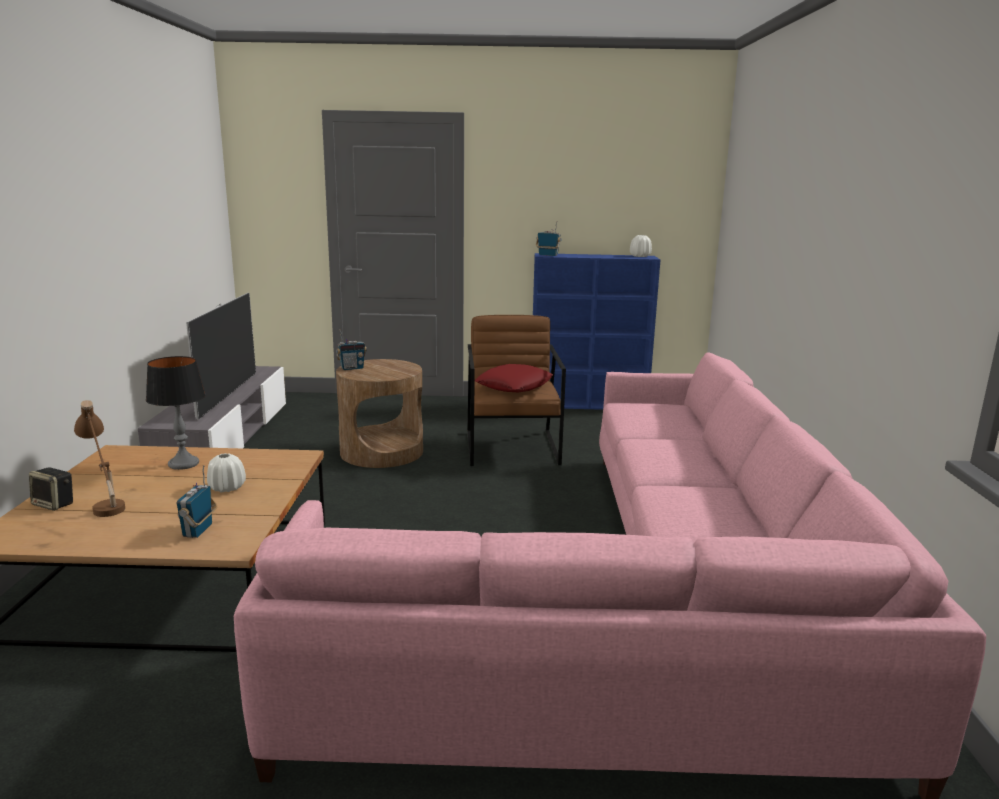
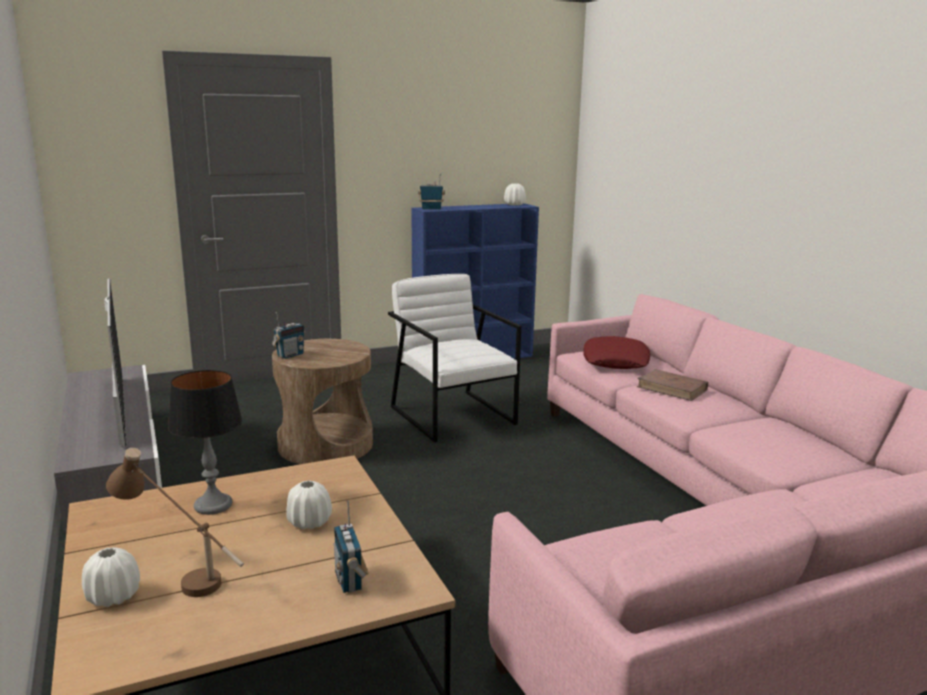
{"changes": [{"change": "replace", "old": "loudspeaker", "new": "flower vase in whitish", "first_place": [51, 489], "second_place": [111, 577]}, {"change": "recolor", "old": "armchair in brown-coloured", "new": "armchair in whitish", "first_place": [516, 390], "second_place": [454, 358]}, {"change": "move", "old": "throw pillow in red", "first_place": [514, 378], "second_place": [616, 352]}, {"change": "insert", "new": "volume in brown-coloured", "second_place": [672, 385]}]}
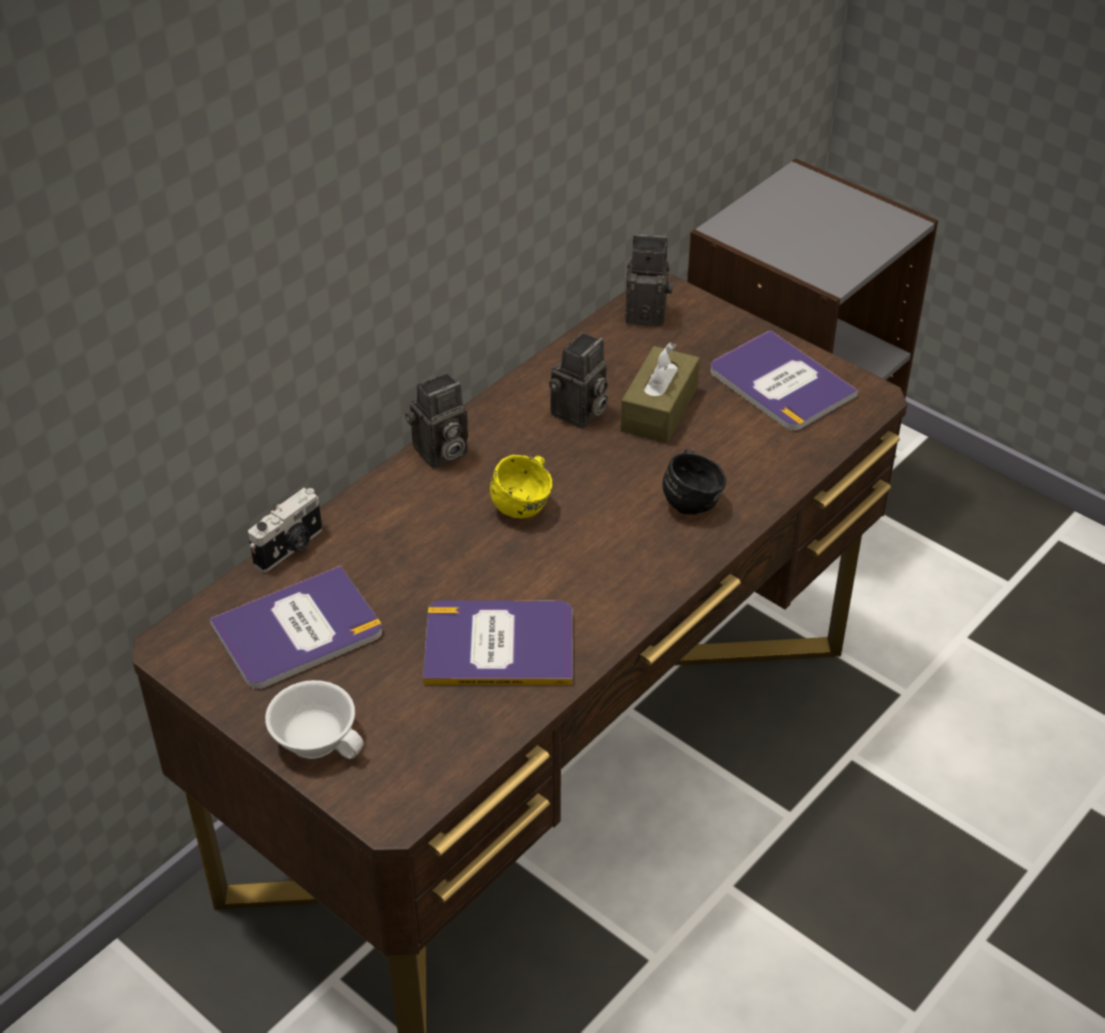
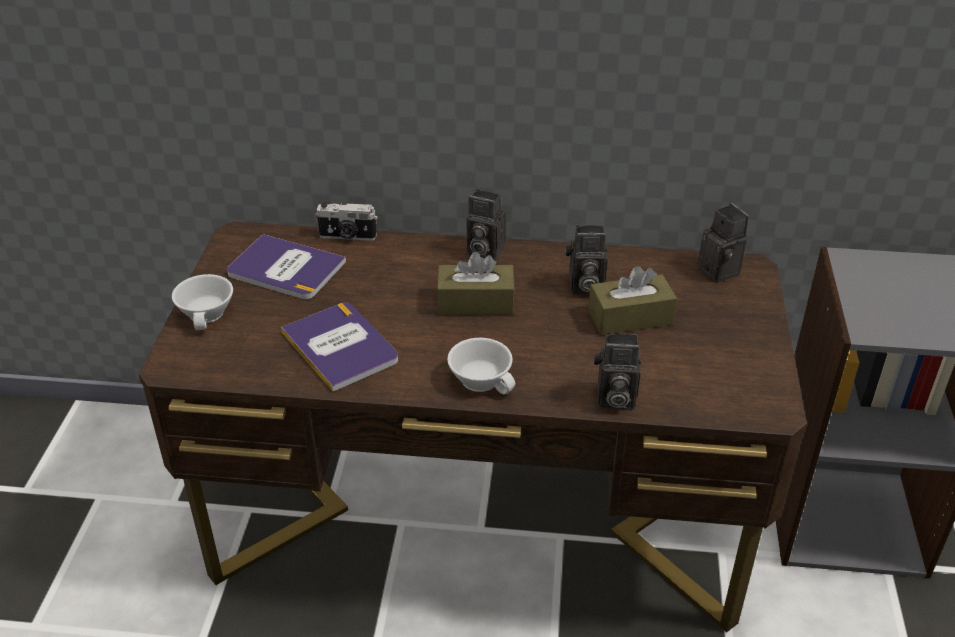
{"changes": [{"change": "replace", "old": "coffee mug in yellow-coloured", "new": "tissue holder in brown-coloured", "first_place": [521, 486], "second_place": [475, 283]}, {"change": "delete", "old": "coffee mug in blackish", "first_place": [694, 482]}, {"change": "delete", "old": "volume", "first_place": [784, 380]}, {"change": "insert", "new": "cup in whitish", "second_place": [481, 366]}, {"change": "insert", "new": "still camera", "second_place": [617, 371]}]}
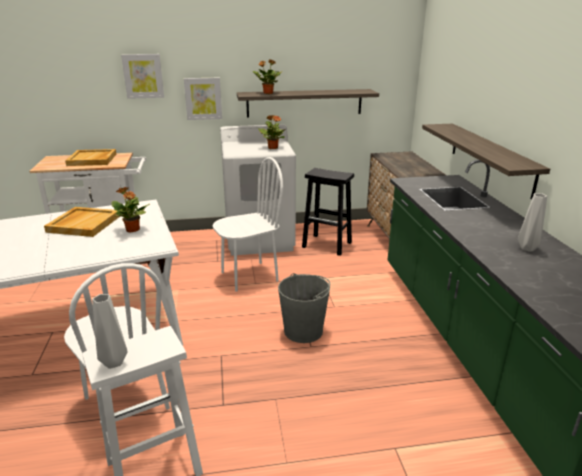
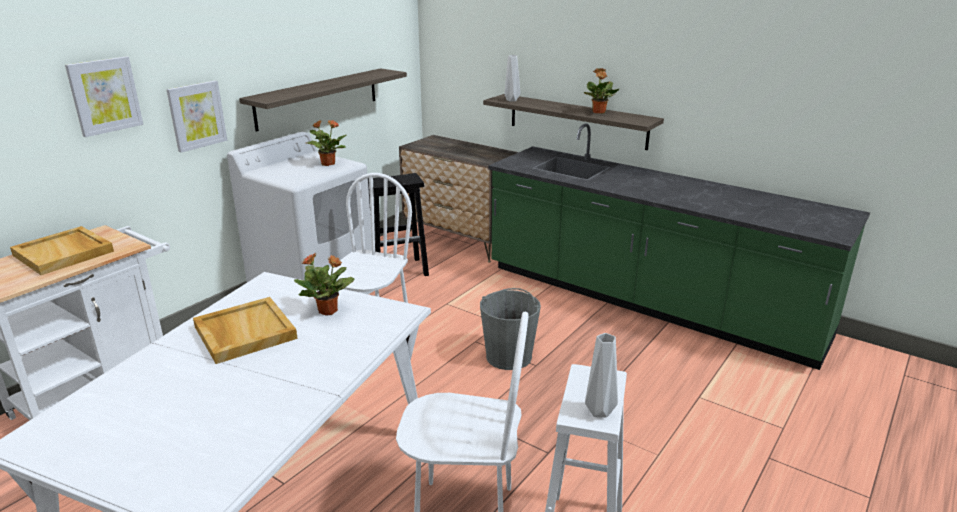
{"changes": [{"change": "move", "old": "plant in a pot", "first_place": [268, 76], "second_place": [601, 91]}, {"change": "move", "old": "flower vase in gray", "first_place": [532, 222], "second_place": [512, 78]}]}
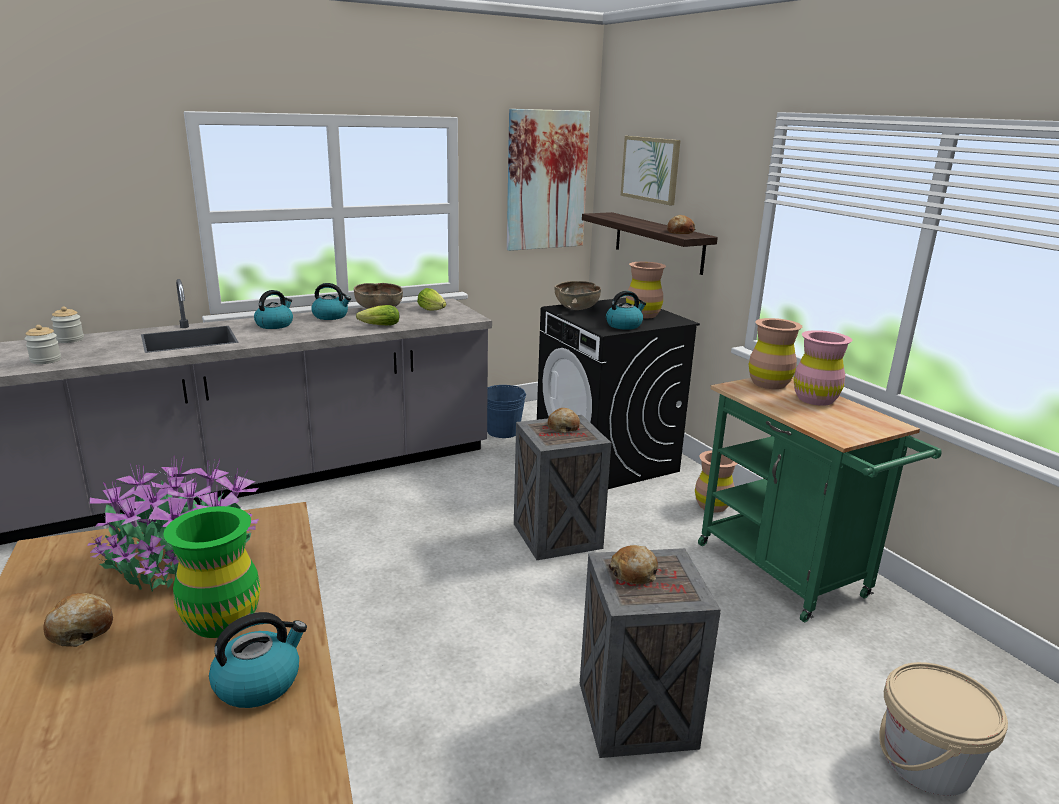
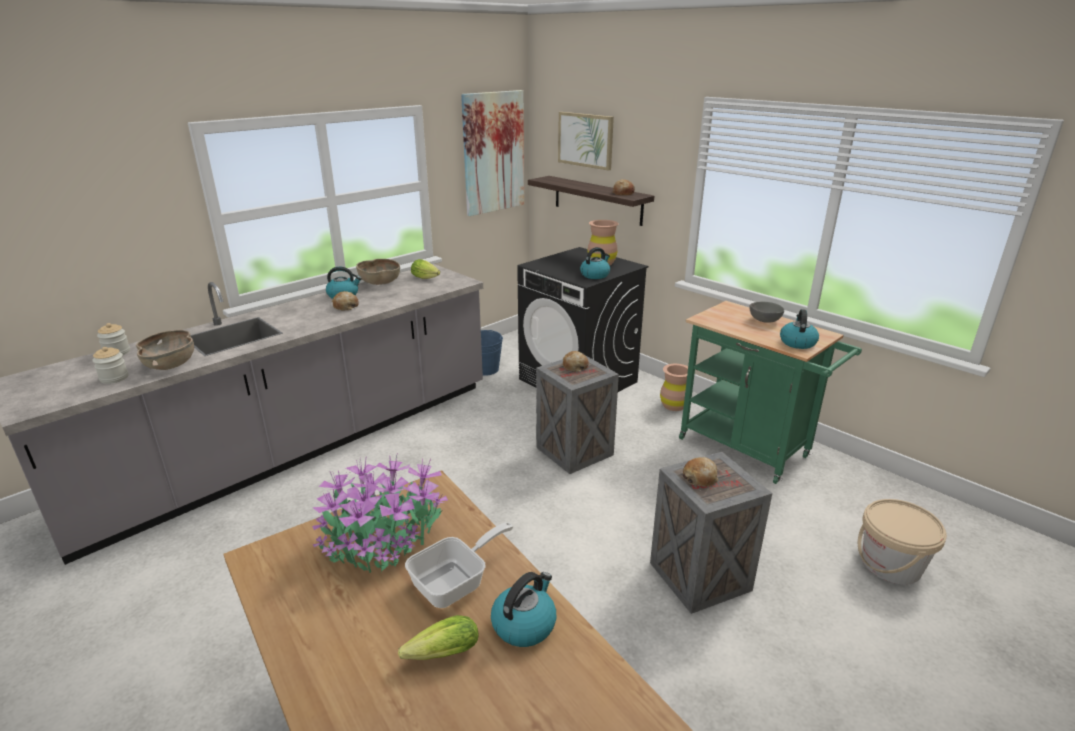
{"changes": [{"change": "move", "old": "bread", "first_place": [78, 620], "second_place": [345, 300]}, {"change": "replace", "old": "flower vase in green-coloured", "new": "frying pan", "first_place": [211, 572], "second_place": [459, 565]}, {"change": "move", "old": "kettle", "first_place": [273, 309], "second_place": [799, 329]}, {"change": "move", "old": "lettuce", "first_place": [377, 315], "second_place": [438, 637]}, {"change": "move", "old": "serving bowl in brown-coloured", "first_place": [577, 295], "second_place": [165, 350]}, {"change": "delete", "old": "flower vase in brown-coloured", "first_place": [776, 353]}, {"change": "replace", "old": "flower vase in pinkish", "new": "serving bowl in gray", "first_place": [823, 368], "second_place": [767, 312]}]}
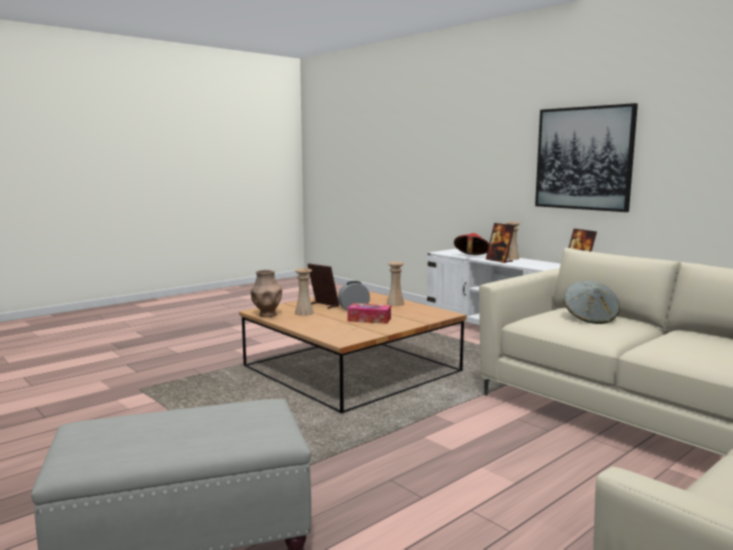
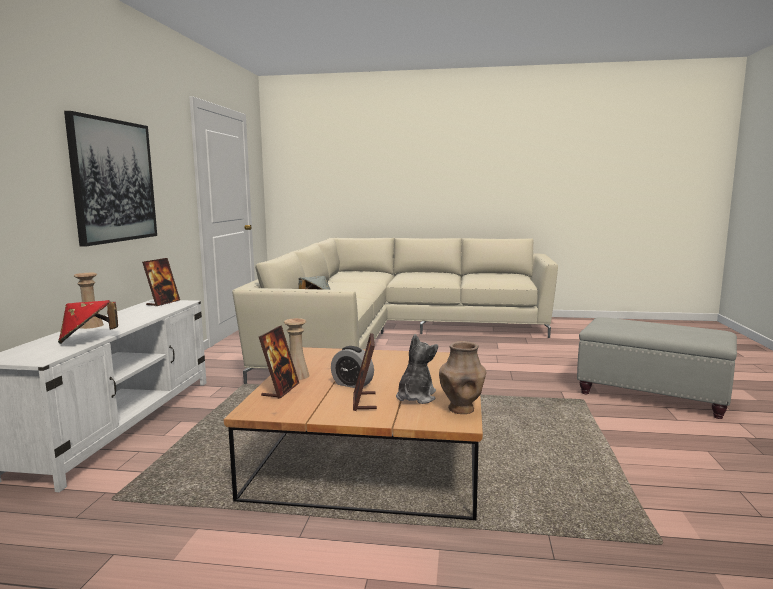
{"changes": [{"change": "replace", "old": "flower vase in beige-coloured", "new": "soft toy", "first_place": [304, 292], "second_place": [417, 369]}, {"change": "delete", "old": "tissue holder", "first_place": [369, 313]}, {"change": "move", "old": "picture frame", "first_place": [500, 243], "second_place": [279, 362]}]}
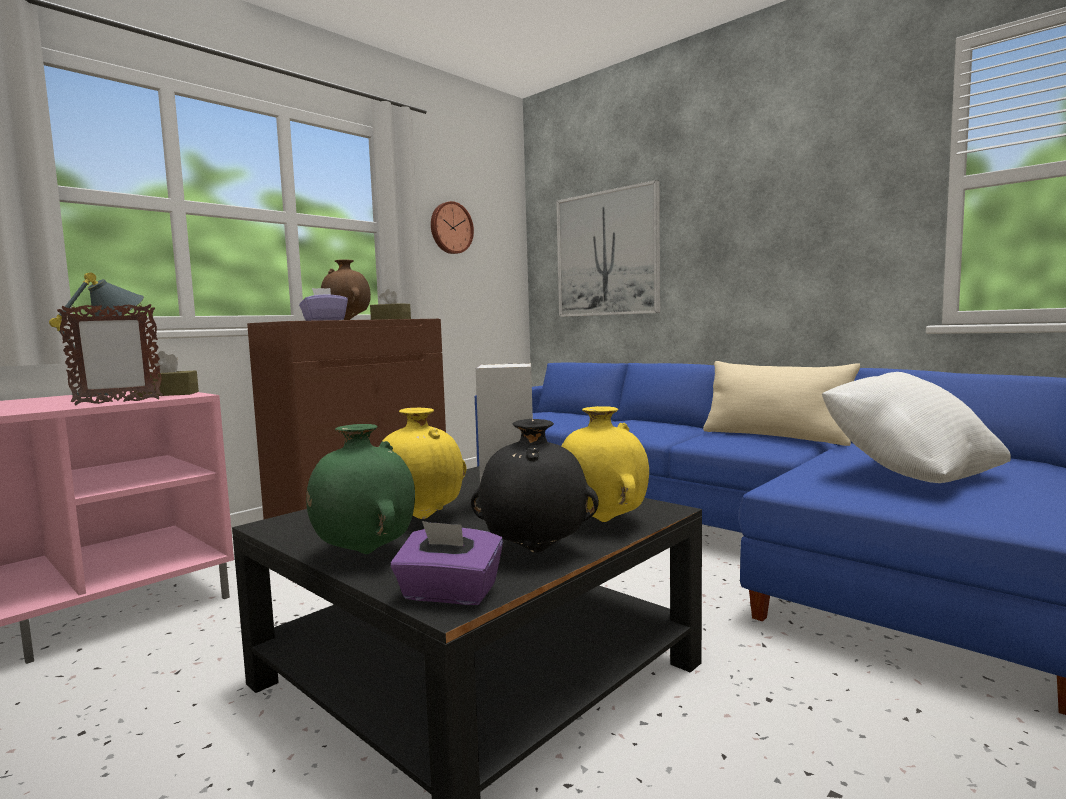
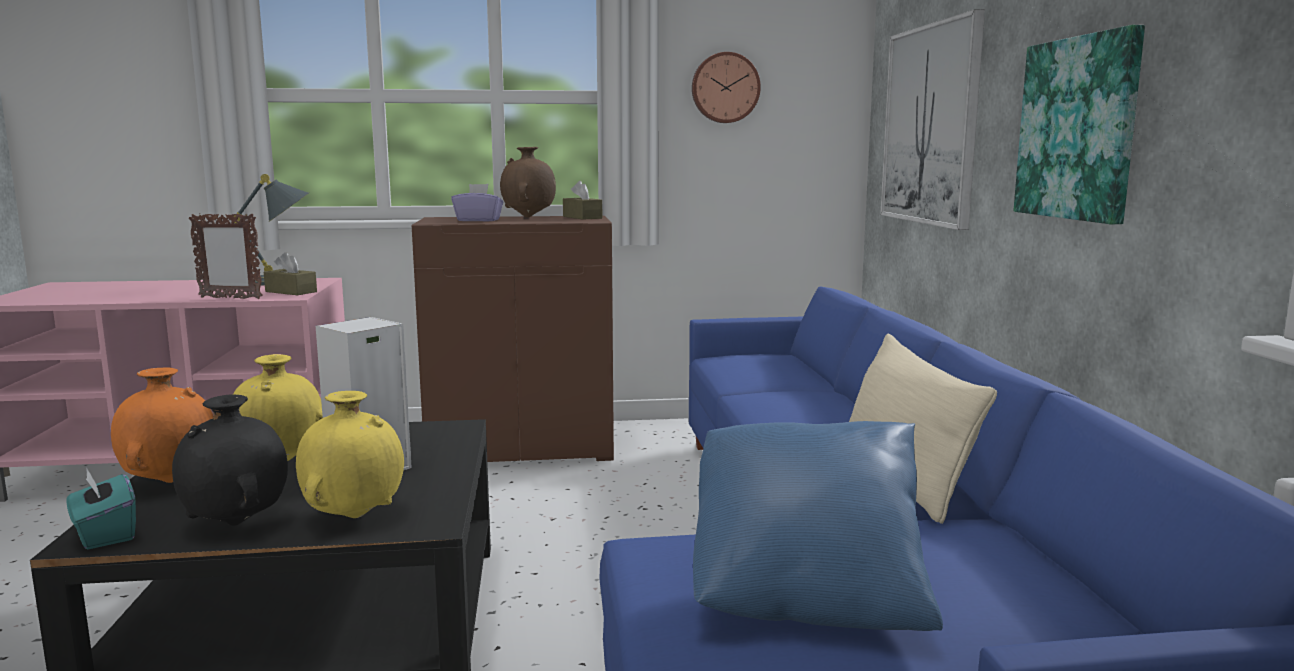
{"changes": [{"change": "recolor", "old": "flower vase in green-coloured", "new": "flower vase in orange", "first_place": [360, 489], "second_place": [162, 425]}, {"change": "recolor", "old": "tissue holder in purplish", "new": "tissue holder in turquoise", "first_place": [447, 563], "second_place": [101, 508]}, {"change": "recolor", "old": "throw pillow in whitish", "new": "throw pillow in blue", "first_place": [916, 427], "second_place": [818, 526]}, {"change": "insert", "new": "picture", "second_place": [1079, 124]}]}
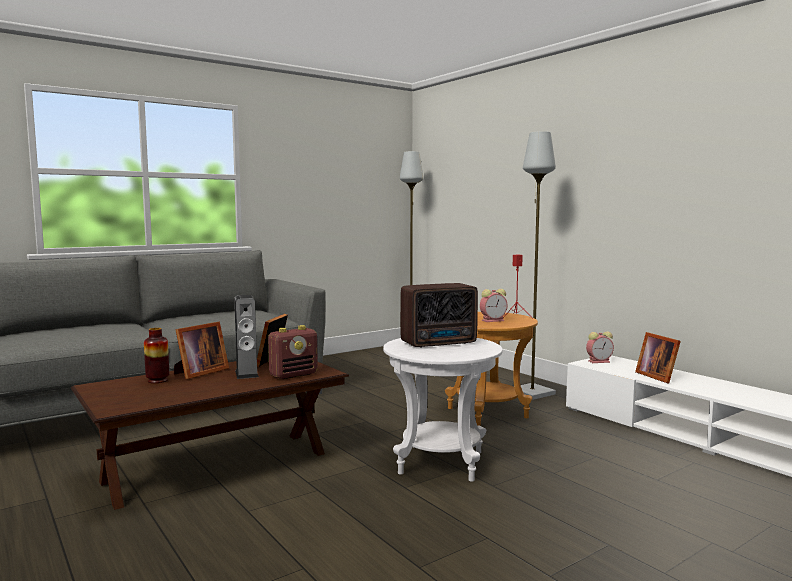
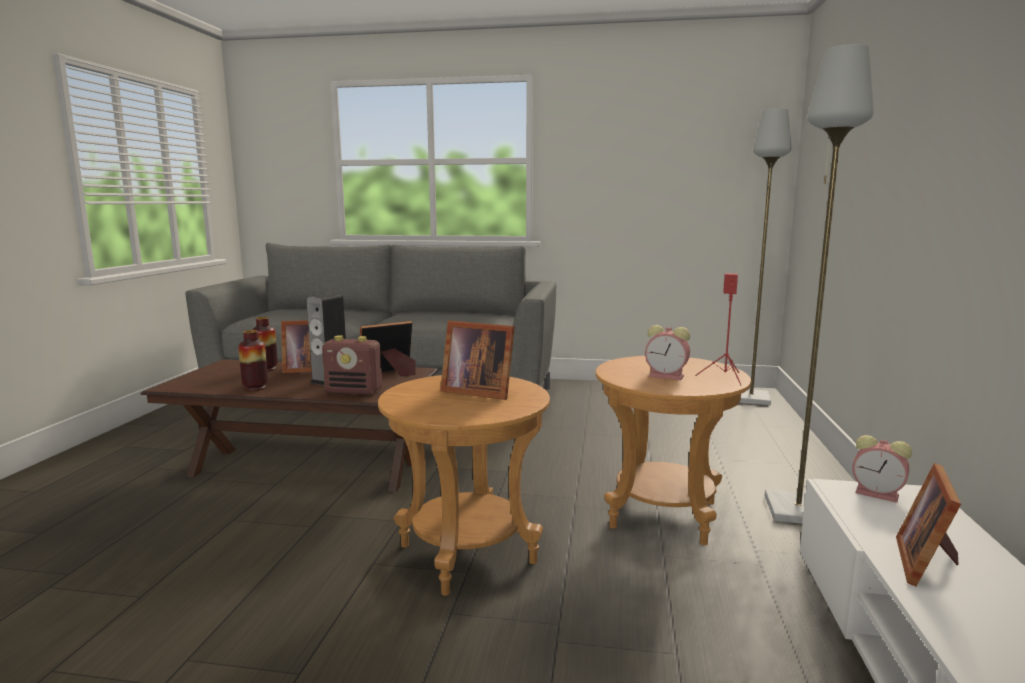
{"changes": [{"change": "recolor", "old": "end table in whitish", "new": "end table in brown-coloured", "first_place": [443, 410], "second_place": [464, 485]}, {"change": "replace", "old": "radio set", "new": "picture frame", "first_place": [439, 315], "second_place": [477, 360]}, {"change": "insert", "new": "flower vase", "second_place": [253, 360]}]}
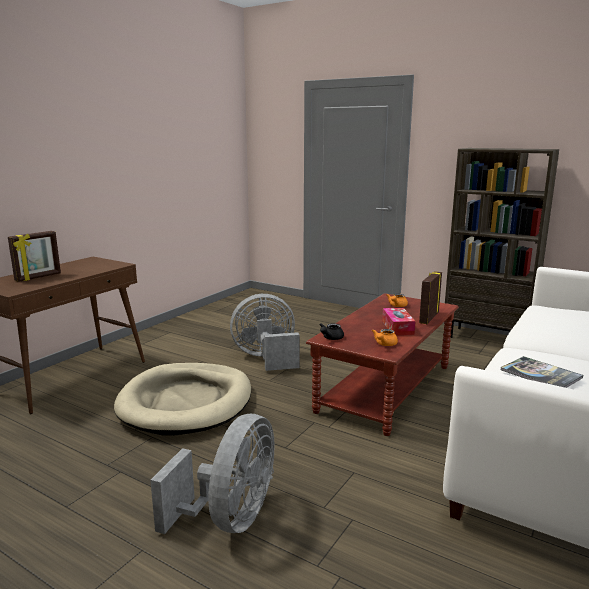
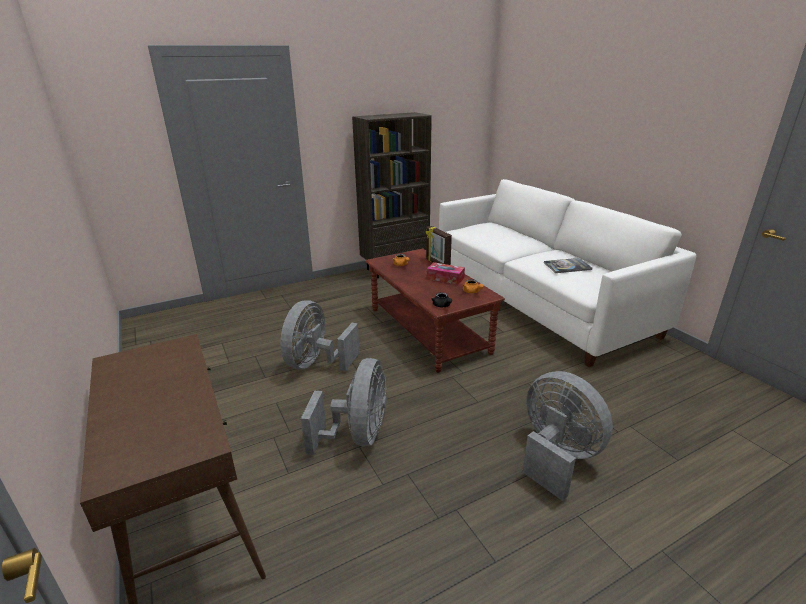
{"changes": [{"change": "delete", "old": "picture frame", "first_place": [34, 256]}, {"change": "replace", "old": "dog bed in beige-coloured", "new": "fan in gray", "first_place": [182, 399], "second_place": [344, 406]}]}
